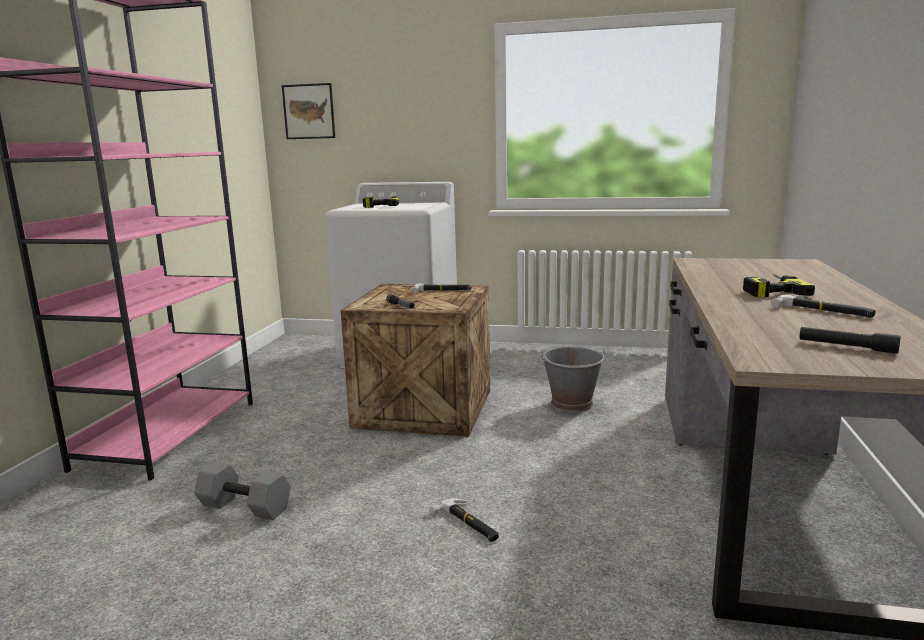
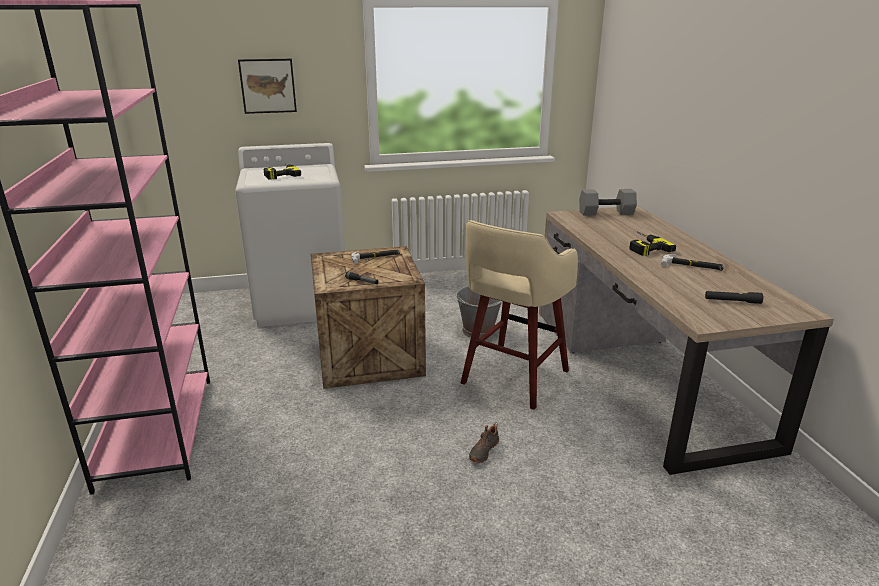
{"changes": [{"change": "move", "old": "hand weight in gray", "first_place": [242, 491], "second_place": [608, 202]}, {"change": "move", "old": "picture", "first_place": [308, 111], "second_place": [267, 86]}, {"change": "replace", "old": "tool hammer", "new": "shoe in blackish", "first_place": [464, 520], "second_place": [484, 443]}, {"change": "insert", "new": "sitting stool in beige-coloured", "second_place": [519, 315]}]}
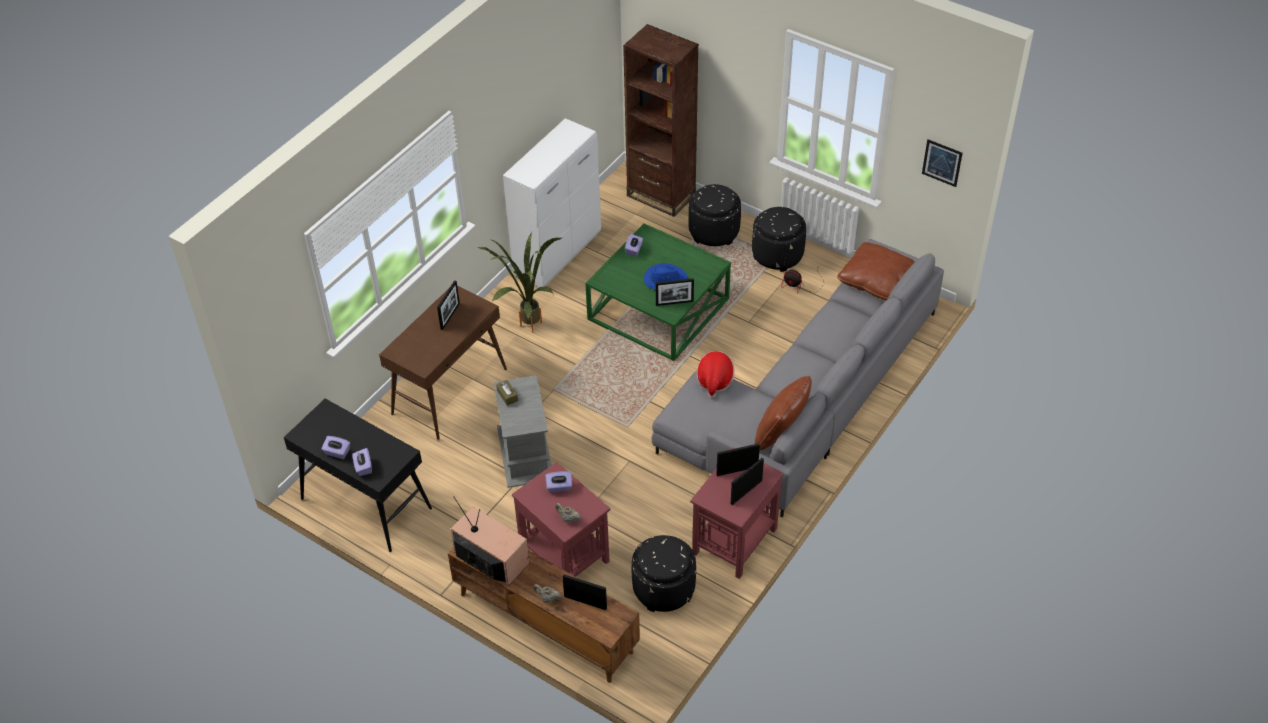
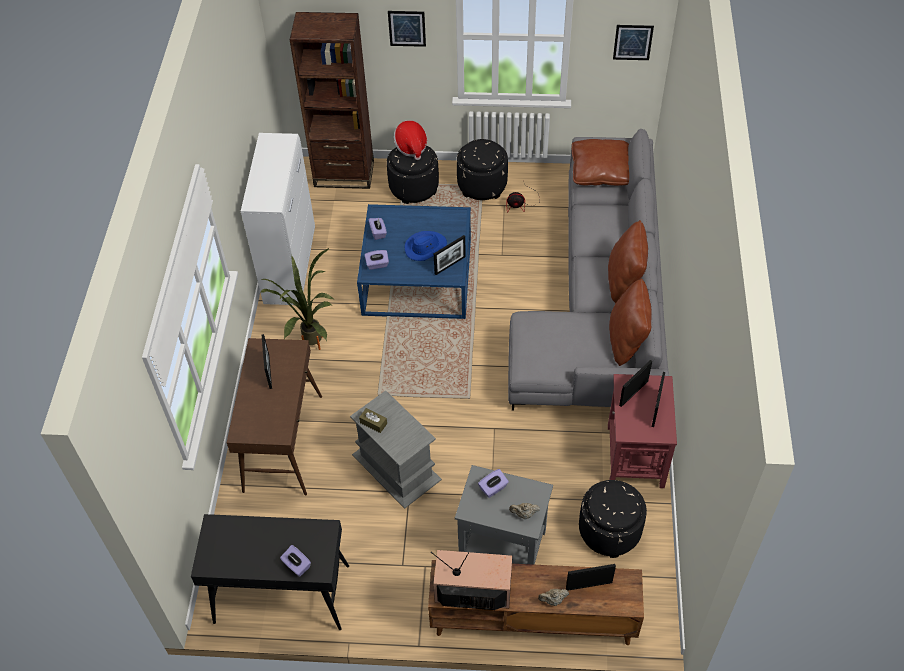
{"changes": [{"change": "move", "old": "tissue holder in purplish", "first_place": [335, 447], "second_place": [377, 260]}, {"change": "recolor", "old": "end table in red", "new": "end table in gray", "first_place": [561, 519], "second_place": [504, 515]}, {"change": "recolor", "old": "low table in green-coloured", "new": "low table in blue", "first_place": [658, 292], "second_place": [414, 261]}, {"change": "move", "old": "clothing hat", "first_place": [716, 374], "second_place": [410, 140]}, {"change": "insert", "new": "picture", "second_place": [407, 29]}, {"change": "insert", "new": "throw pillow in brown-coloured", "second_place": [628, 262]}]}
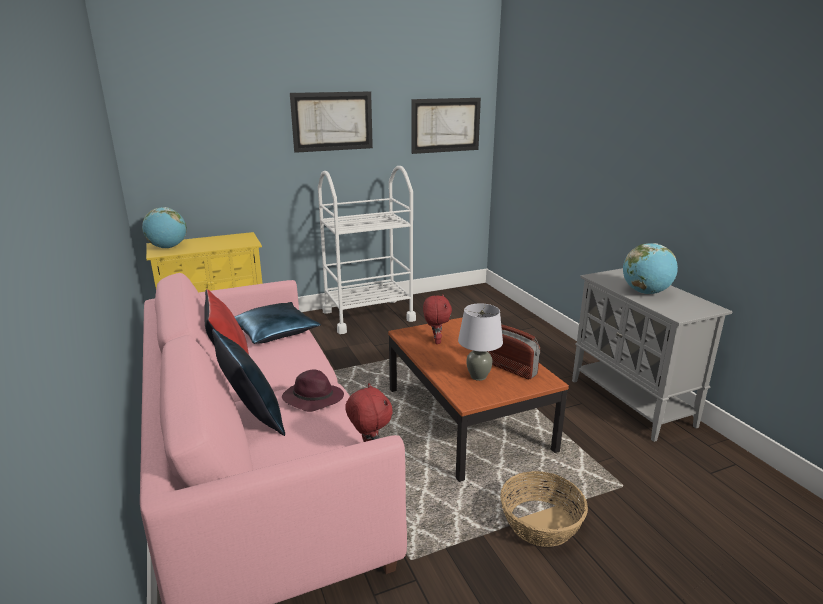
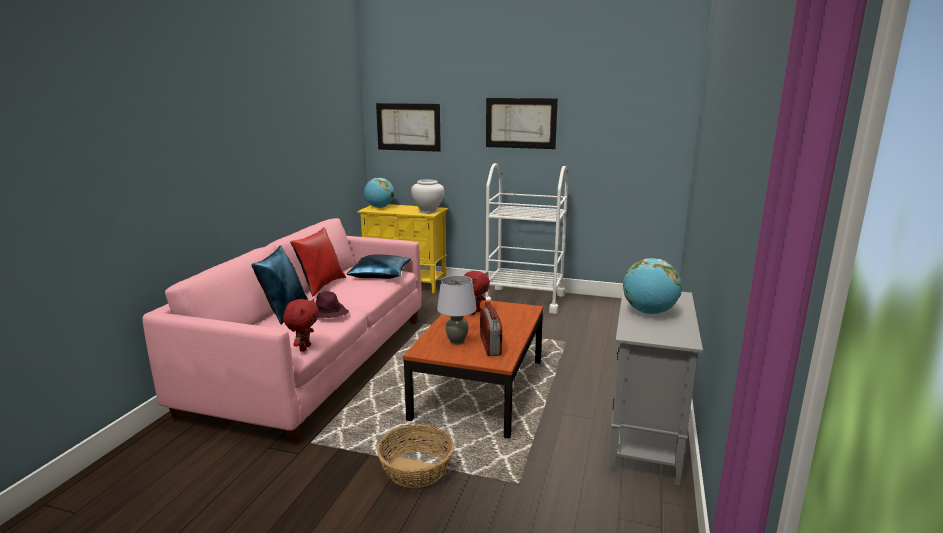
{"changes": [{"change": "move", "old": "picture", "first_place": [446, 126], "second_place": [408, 127]}, {"change": "insert", "new": "flower vase in whitish", "second_place": [427, 196]}]}
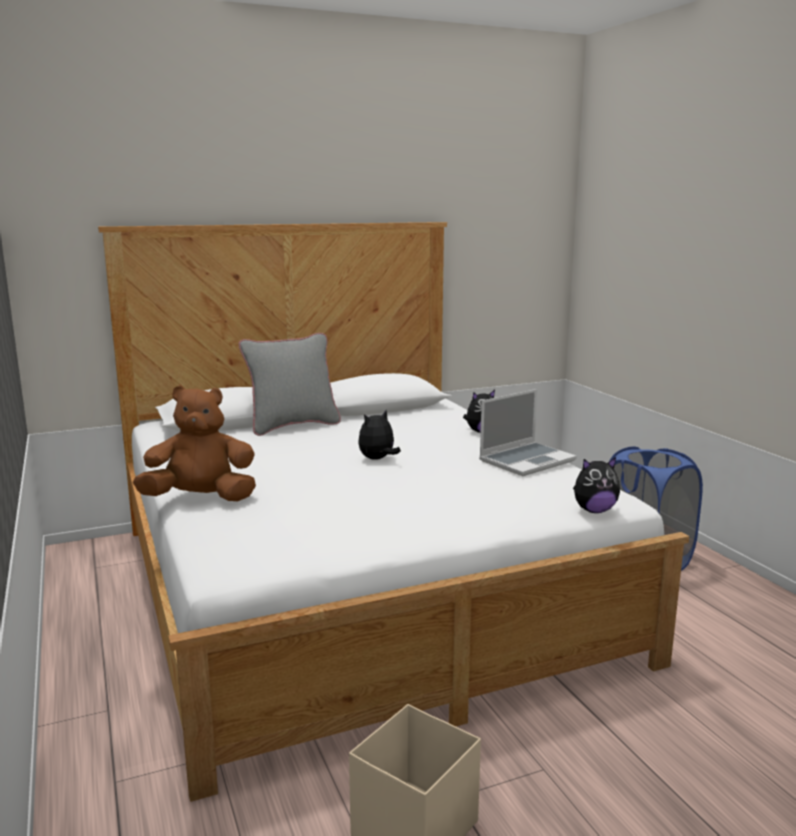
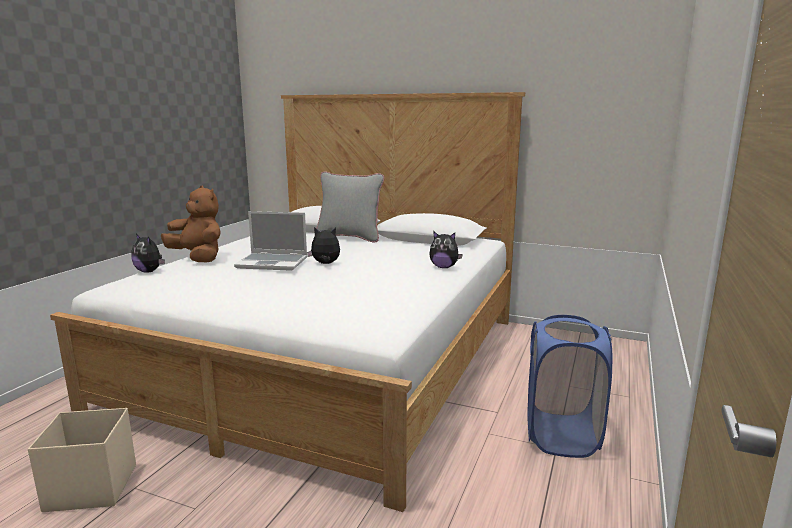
{"changes": [{"change": "move", "old": "notebook computer", "first_place": [528, 432], "second_place": [270, 241]}, {"change": "move", "old": "soft toy", "first_place": [596, 485], "second_place": [148, 253]}]}
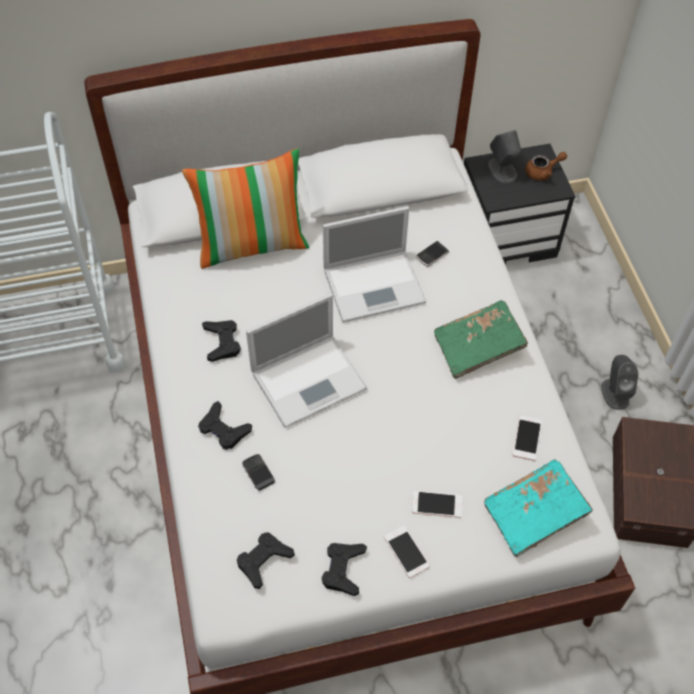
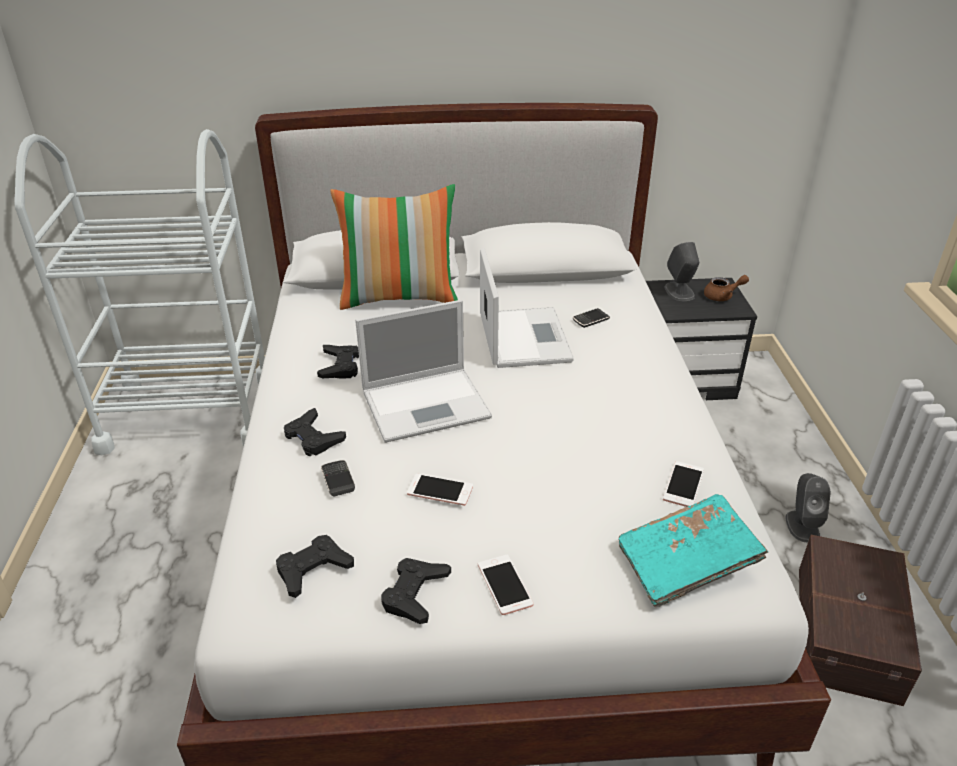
{"changes": [{"change": "rotate", "old": "notebook computer", "first_place": [374, 264], "second_place": [527, 308], "degrees": -90}, {"change": "move", "old": "handset", "first_place": [437, 504], "second_place": [440, 490]}, {"change": "delete", "old": "volume in green-coloured", "first_place": [481, 339]}]}
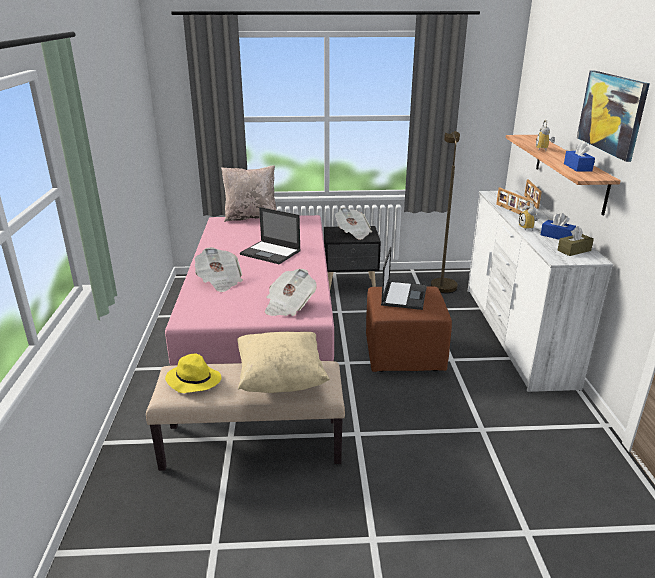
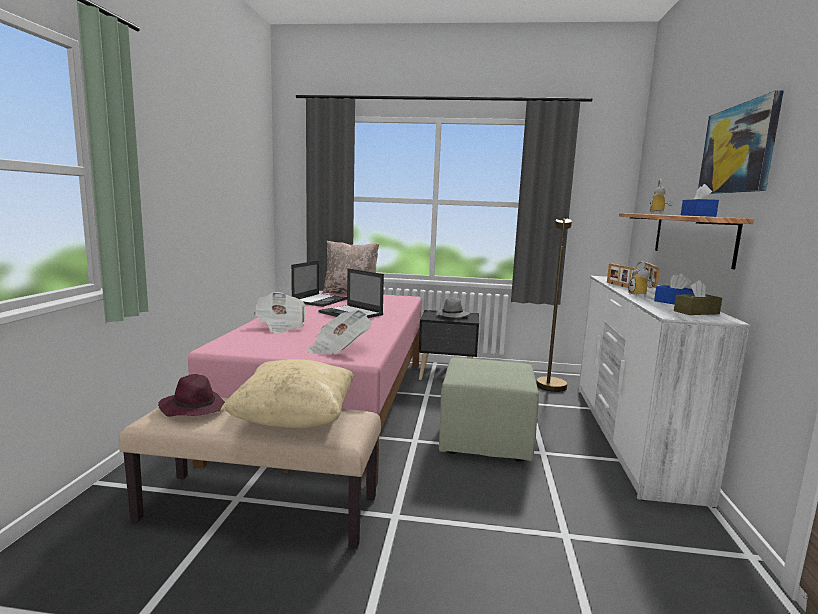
{"changes": [{"change": "recolor", "old": "clothing hat in yellow-coloured", "new": "clothing hat in purplish", "first_place": [193, 373], "second_place": [191, 395]}, {"change": "replace", "old": "newspaper", "new": "clothing hat in gray", "first_place": [353, 223], "second_place": [453, 307]}, {"change": "recolor", "old": "pouffe in brown-coloured", "new": "pouffe in green-coloured", "first_place": [409, 329], "second_place": [489, 410]}, {"change": "move", "old": "notebook computer", "first_place": [404, 278], "second_place": [319, 284]}]}
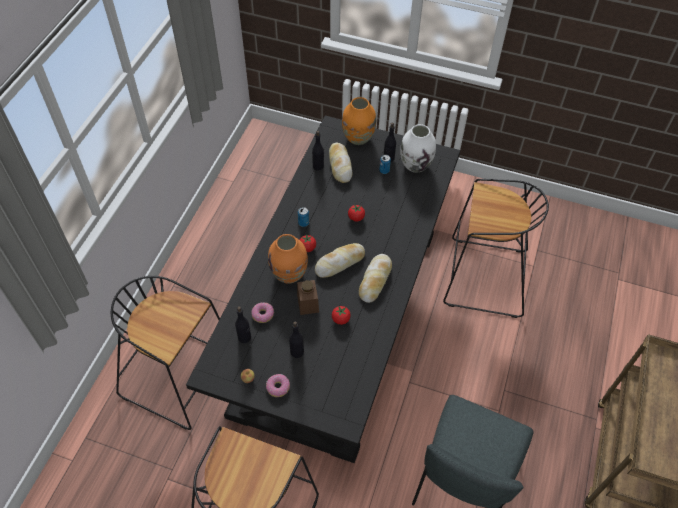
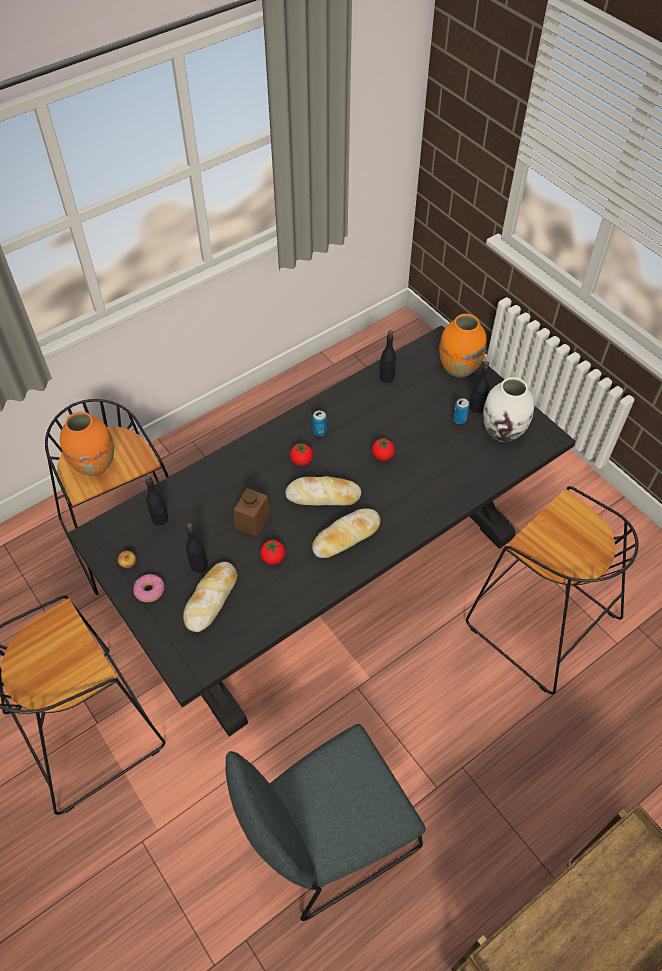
{"changes": [{"change": "delete", "old": "ring doughnut", "first_place": [262, 312]}, {"change": "move", "old": "flower vase in orange", "first_place": [288, 259], "second_place": [87, 444]}, {"change": "move", "old": "bread", "first_place": [340, 163], "second_place": [210, 597]}]}
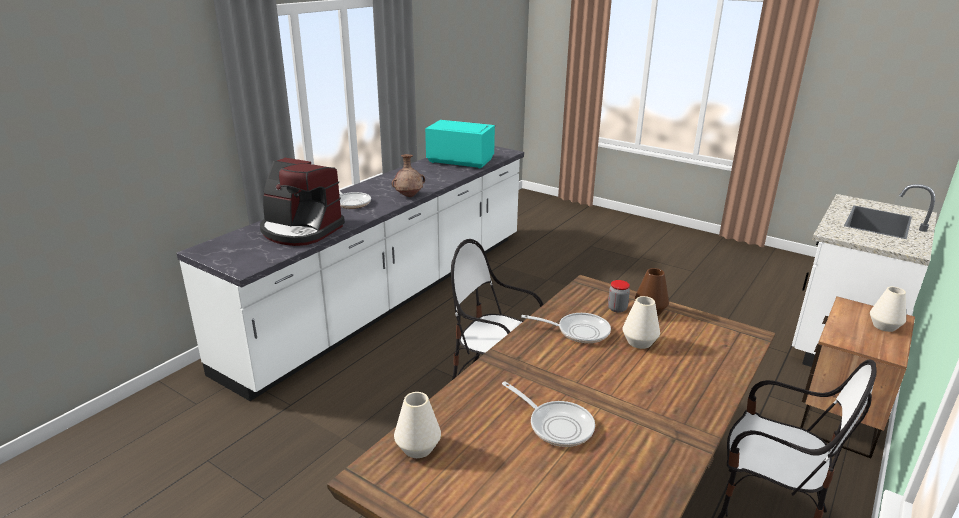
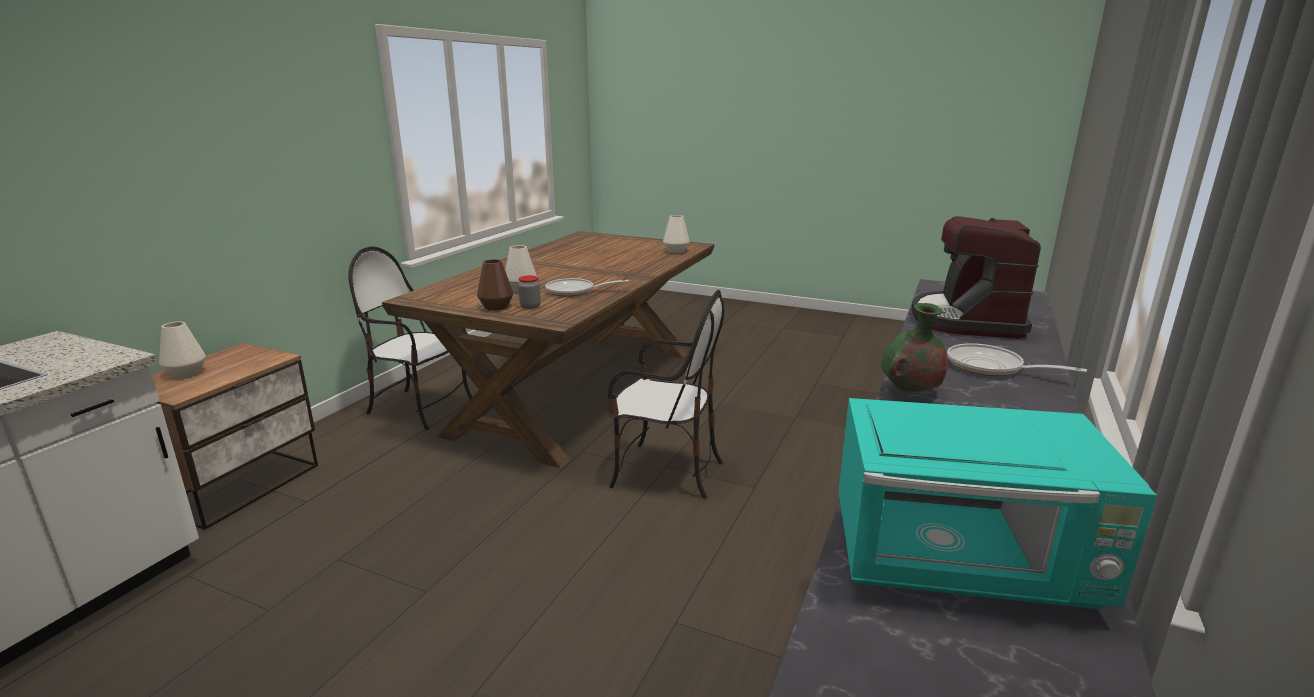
{"changes": [{"change": "rotate", "old": "coffee brewer", "first_place": [302, 202], "second_place": [976, 277], "degrees": -90}, {"change": "recolor", "old": "flower vase in brown-coloured", "new": "flower vase in green-coloured", "first_place": [408, 175], "second_place": [914, 347]}, {"change": "delete", "old": "frying pan", "first_place": [548, 414]}]}
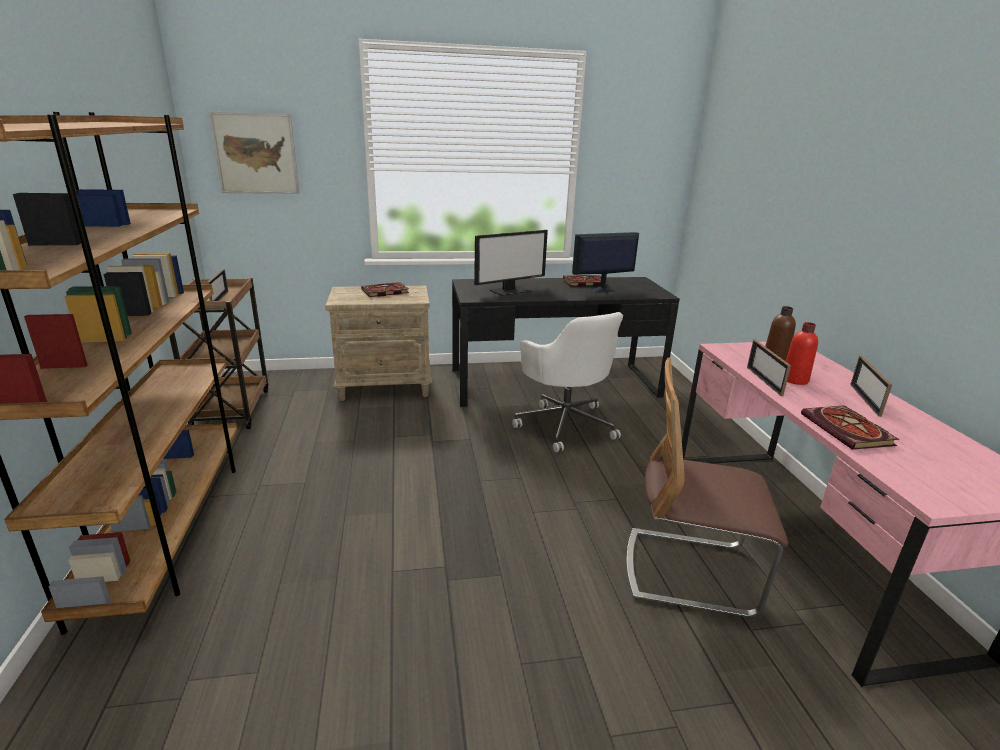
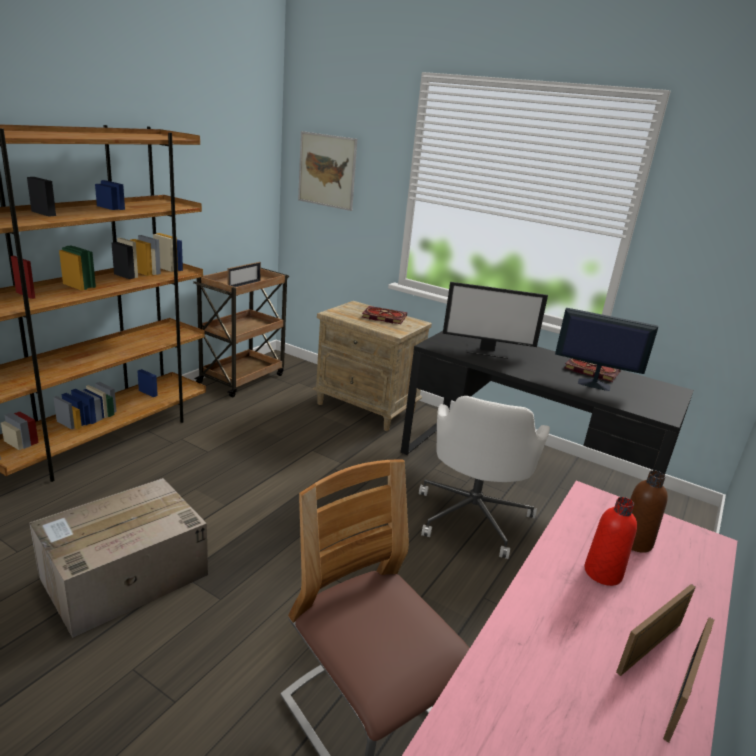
{"changes": [{"change": "move", "old": "picture frame", "first_place": [769, 368], "second_place": [688, 680]}, {"change": "delete", "old": "volume", "first_place": [850, 427]}, {"change": "insert", "new": "cardboard box", "second_place": [118, 558]}]}
